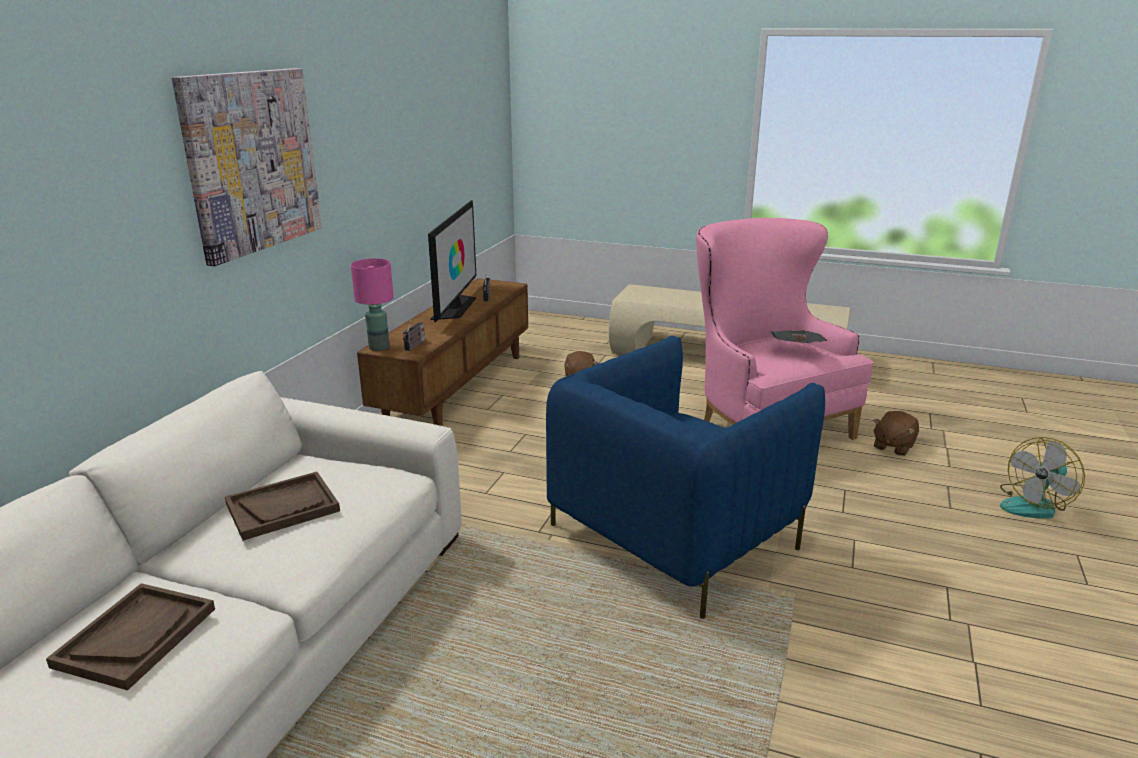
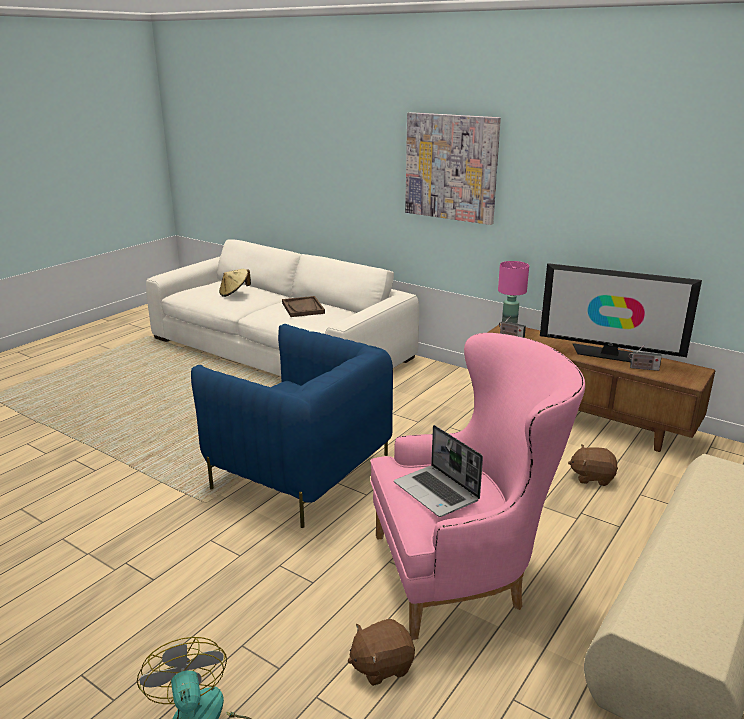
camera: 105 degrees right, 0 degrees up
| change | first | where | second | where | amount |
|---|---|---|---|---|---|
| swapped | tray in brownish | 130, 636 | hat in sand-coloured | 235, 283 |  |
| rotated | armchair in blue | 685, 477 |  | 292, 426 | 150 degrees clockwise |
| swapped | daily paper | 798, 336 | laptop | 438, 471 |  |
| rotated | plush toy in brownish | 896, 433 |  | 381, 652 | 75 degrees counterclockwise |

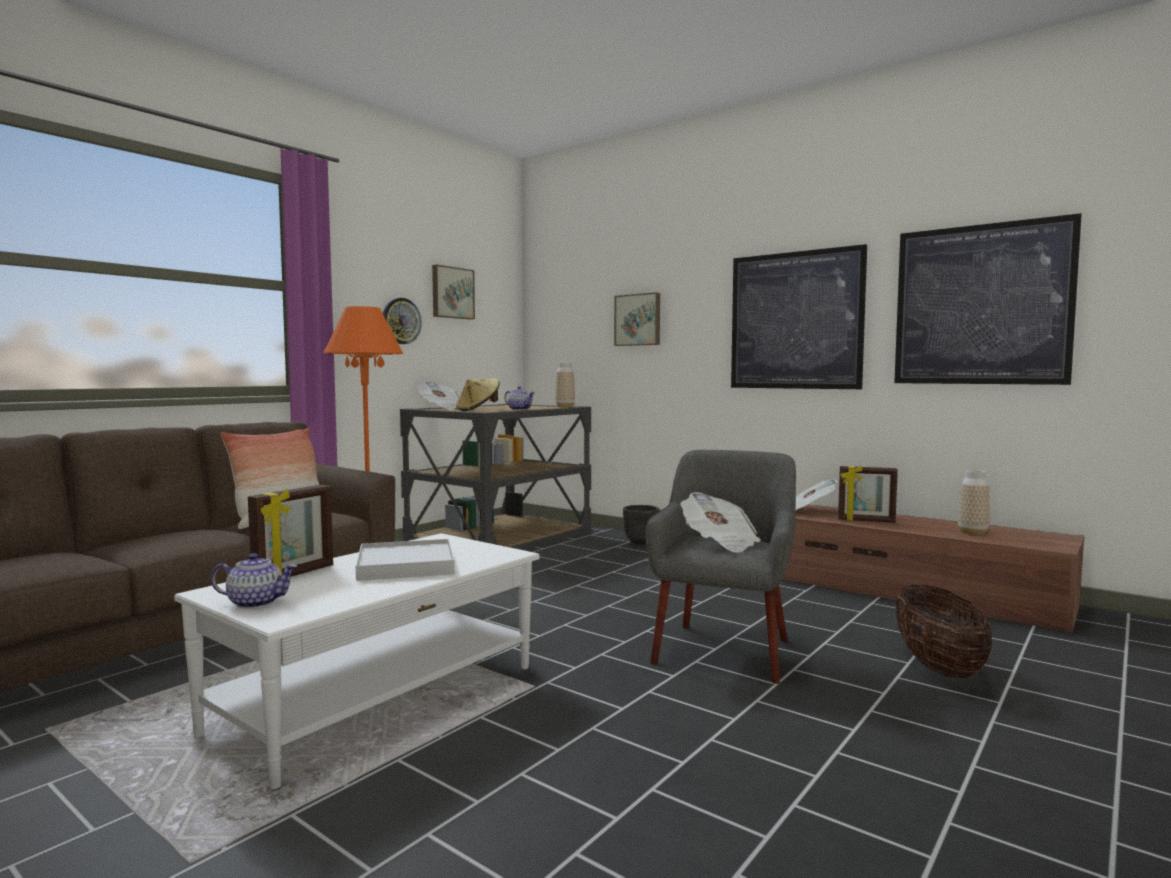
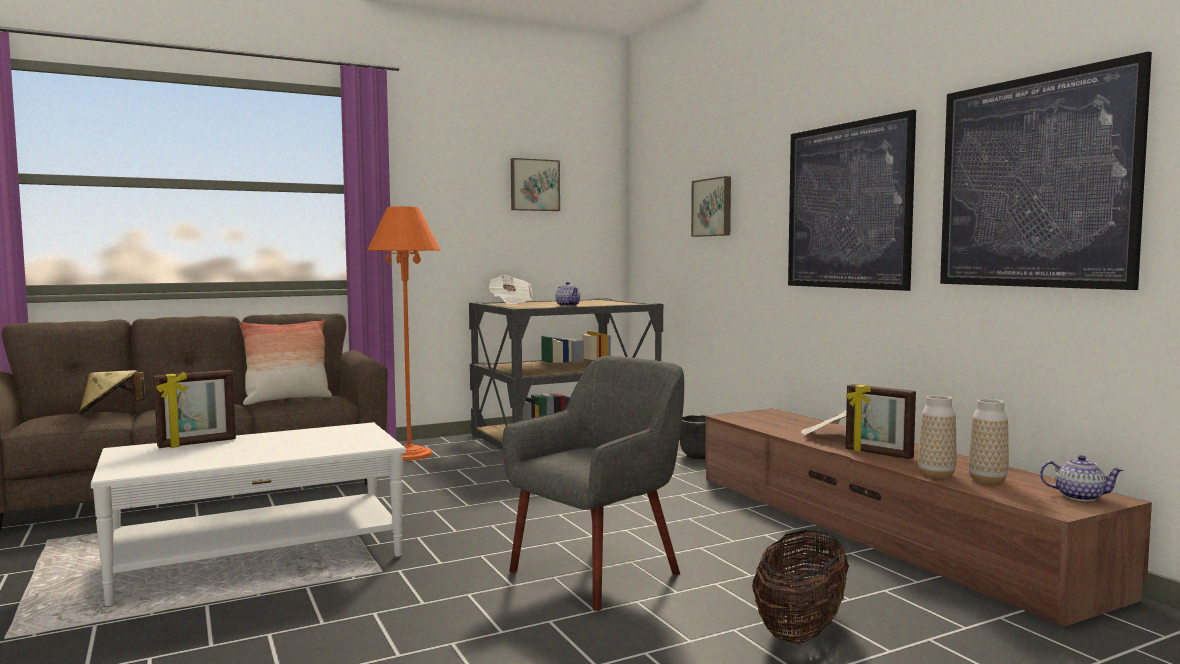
camera: 25 degrees right, 0 degrees up
| change | first | where | second | where | amount |
|---|---|---|---|---|---|
| shifted | teapot | 254, 581 |  | 1082, 478 |  |
| gone | tray in white | 405, 560 |  |  |  |
| gone | wall clock | 402, 321 |  |  |  |
| shifted | hat in sand-coloured | 478, 395 |  | 112, 392 |  |
| shifted | vase | 565, 385 |  | 937, 436 |  |
| gone | daily paper | 720, 522 |  |  |  |

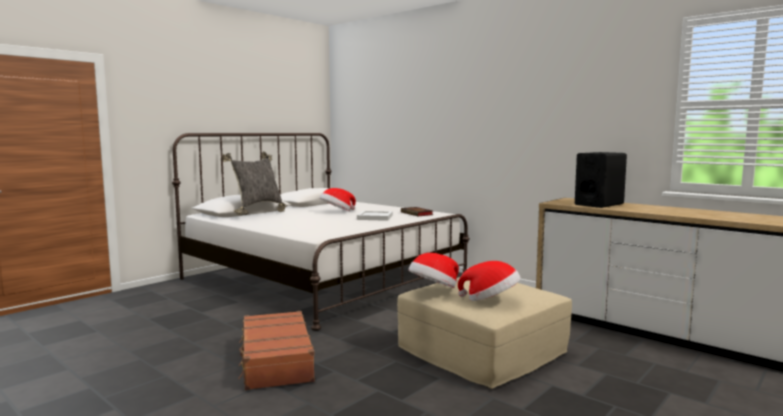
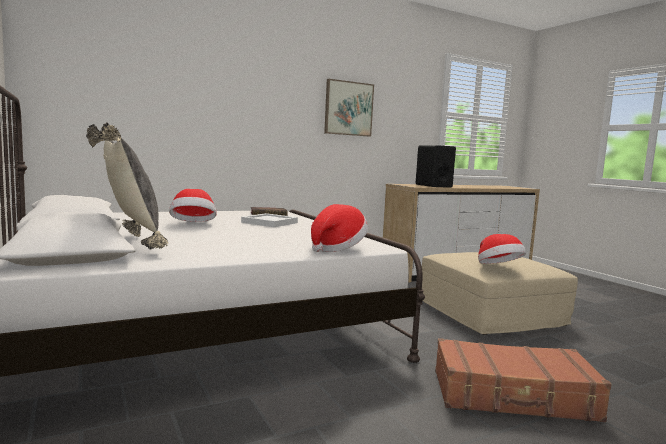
camera: 70 degrees left, 0 degrees up
| change | first | where | second | where | amount |
|---|---|---|---|---|---|
| shifted | hat | 489, 281 |  | 339, 228 |  |
| new |  |  | wall picture | 349, 108 |  |

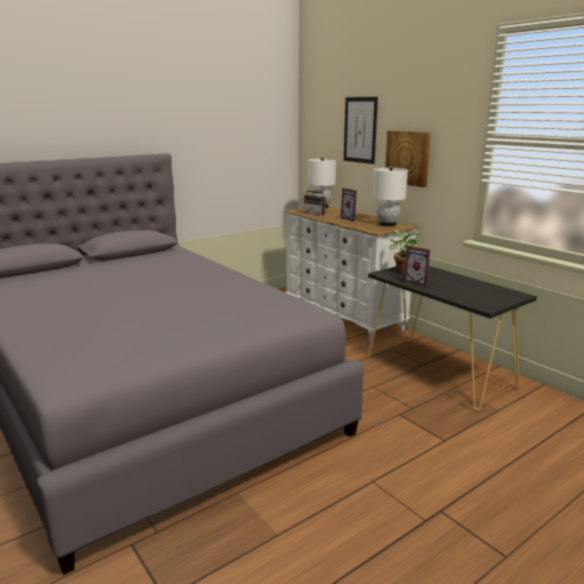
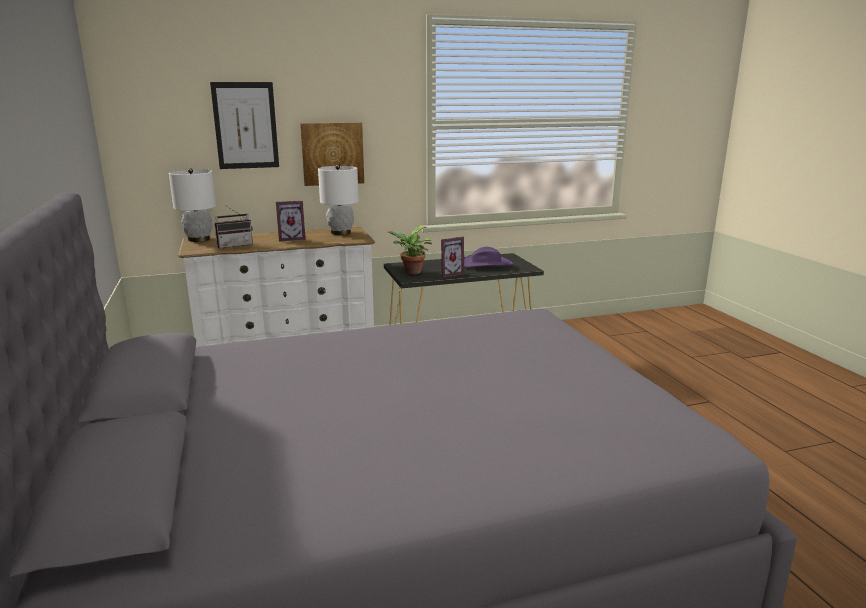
camera: 70 degrees left, 0 degrees up
| change | first | where | second | where | amount |
|---|---|---|---|---|---|
| new |  |  | hat in purple | 488, 257 |  |

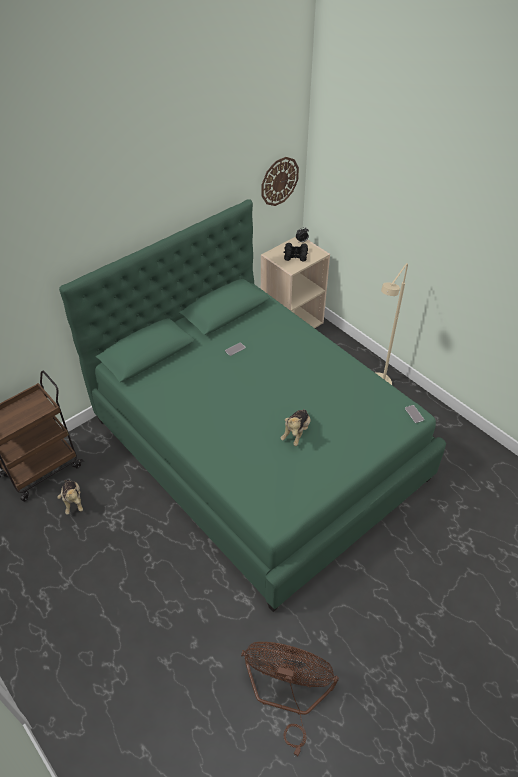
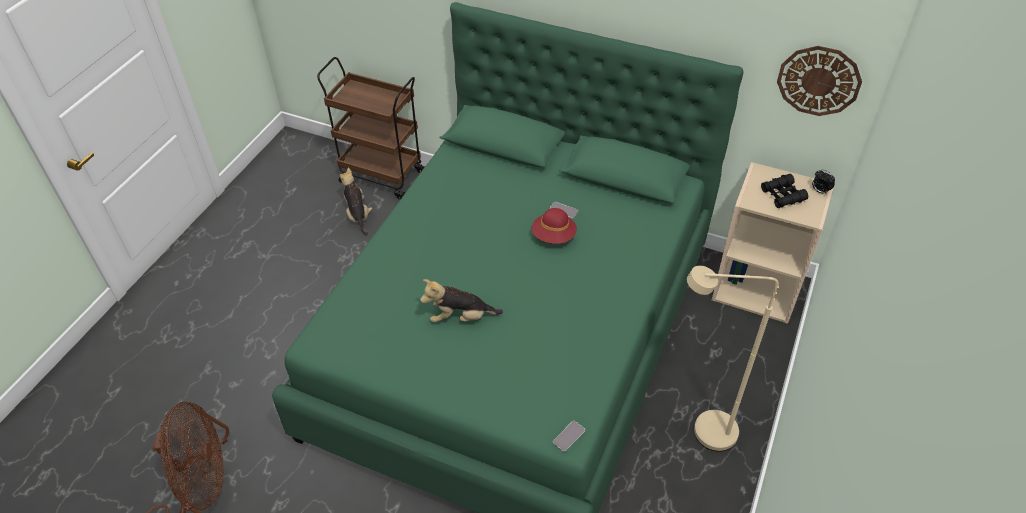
camera: 65 degrees right, 0 degrees up
| change | first | where | second | where | amount |
|---|---|---|---|---|---|
| rotated | plush toy | 70, 497 |  | 355, 202 | 120 degrees clockwise |
| new |  |  | hat in reddish | 554, 226 |  |

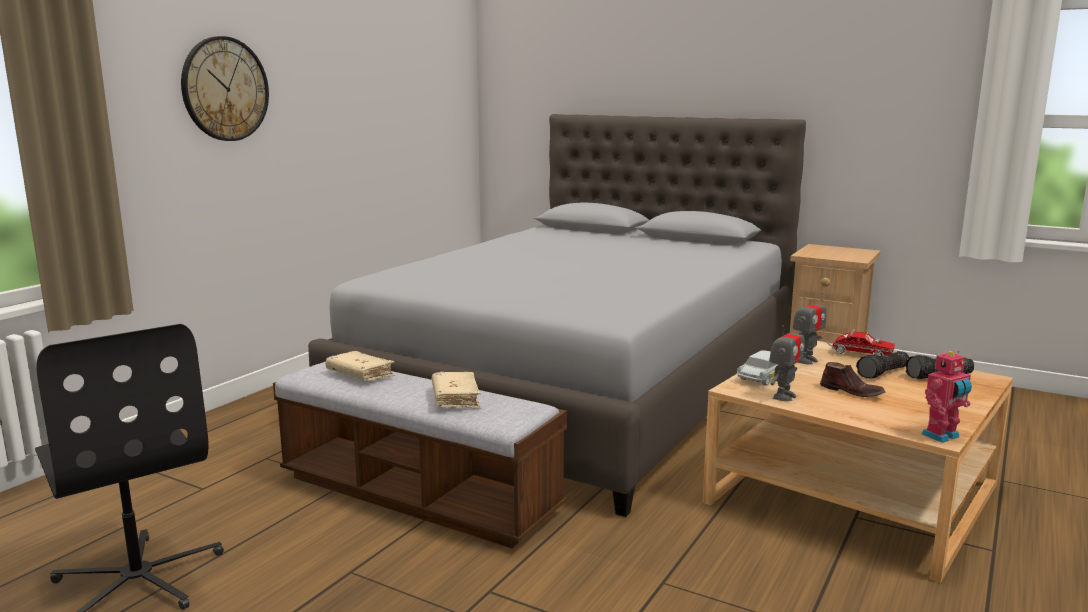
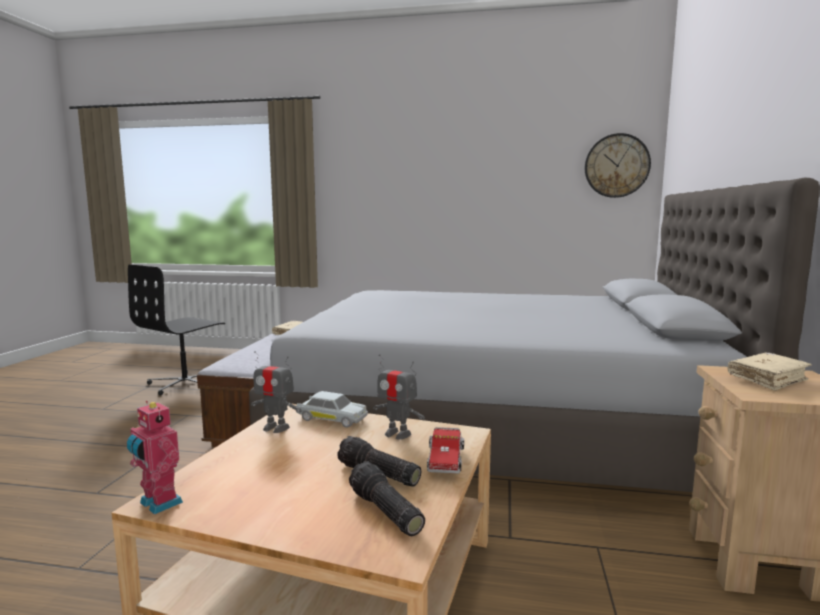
camera: 70 degrees right, 5 degrees down
| change | first | where | second | where | amount |
|---|---|---|---|---|---|
| shifted | wall clock | 225, 88 |  | 618, 165 |  |
| shifted | bound book in sand-coloured | 456, 390 |  | 770, 372 |  |
| gone | shoe in brownish | 852, 379 |  |  |  |

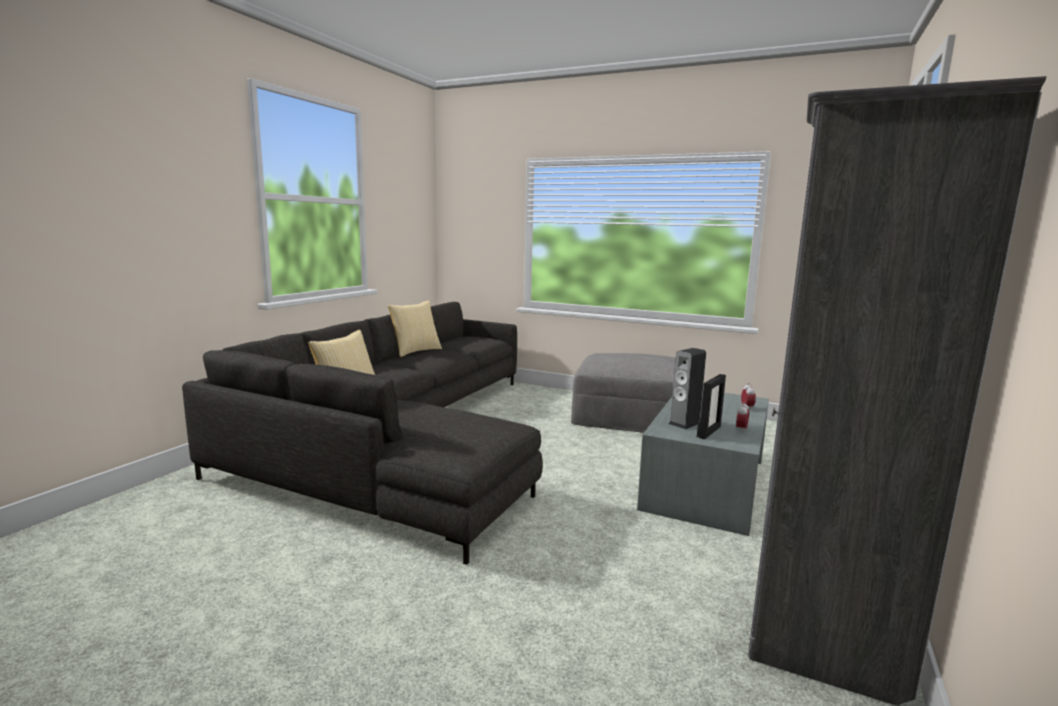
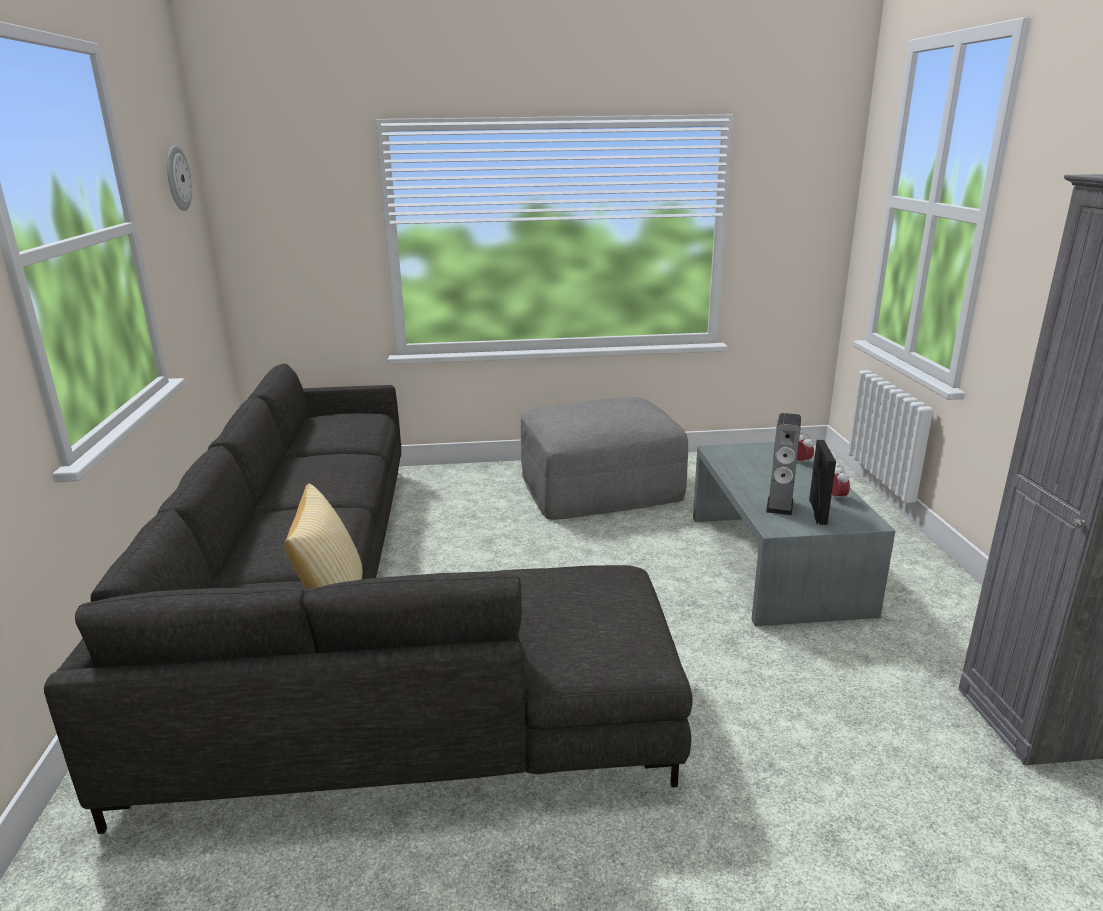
camera: 30 degrees left, 10 degrees up
| change | first | where | second | where | amount |
|---|---|---|---|---|---|
| gone | pillow | 415, 328 |  |  |  |
| new |  |  | wall clock | 179, 178 |  |

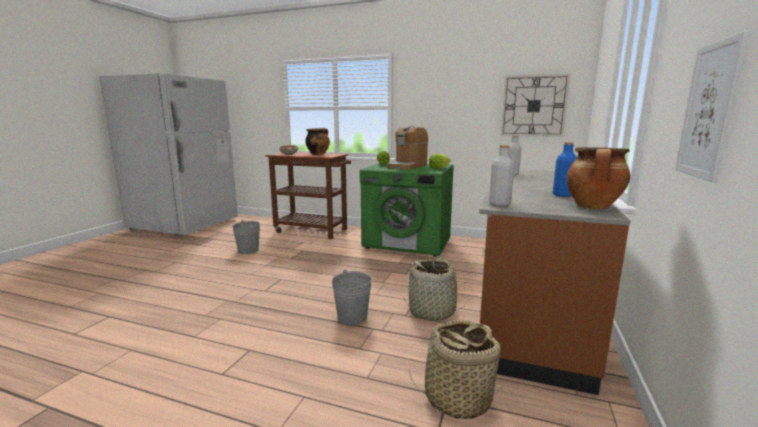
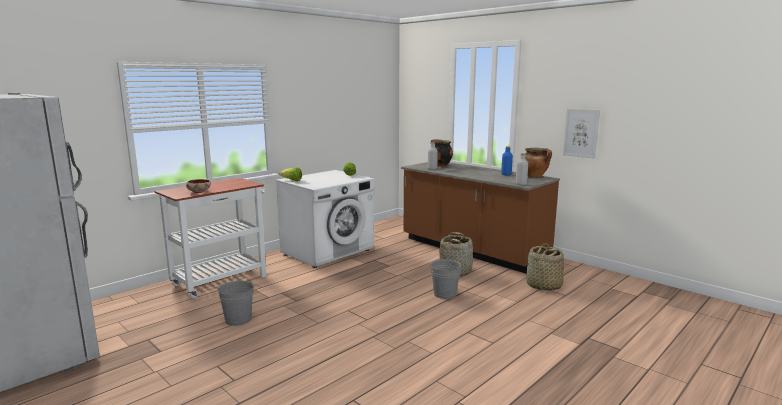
camera: 65 degrees left, 0 degrees up
| change | first | where | second | where | amount |
|---|---|---|---|---|---|
| repainted | trolley in brownish | 308, 195 | trolley in white | 210, 238 |  |
| shifted | saucepot | 317, 141 |  | 442, 153 |  |
| repainted | washing machine in green-coloured | 407, 209 | washing machine in white | 325, 219 |  |
| gone | coffee maker | 408, 148 |  |  |  |
| gone | wall clock | 535, 105 |  |  |  |

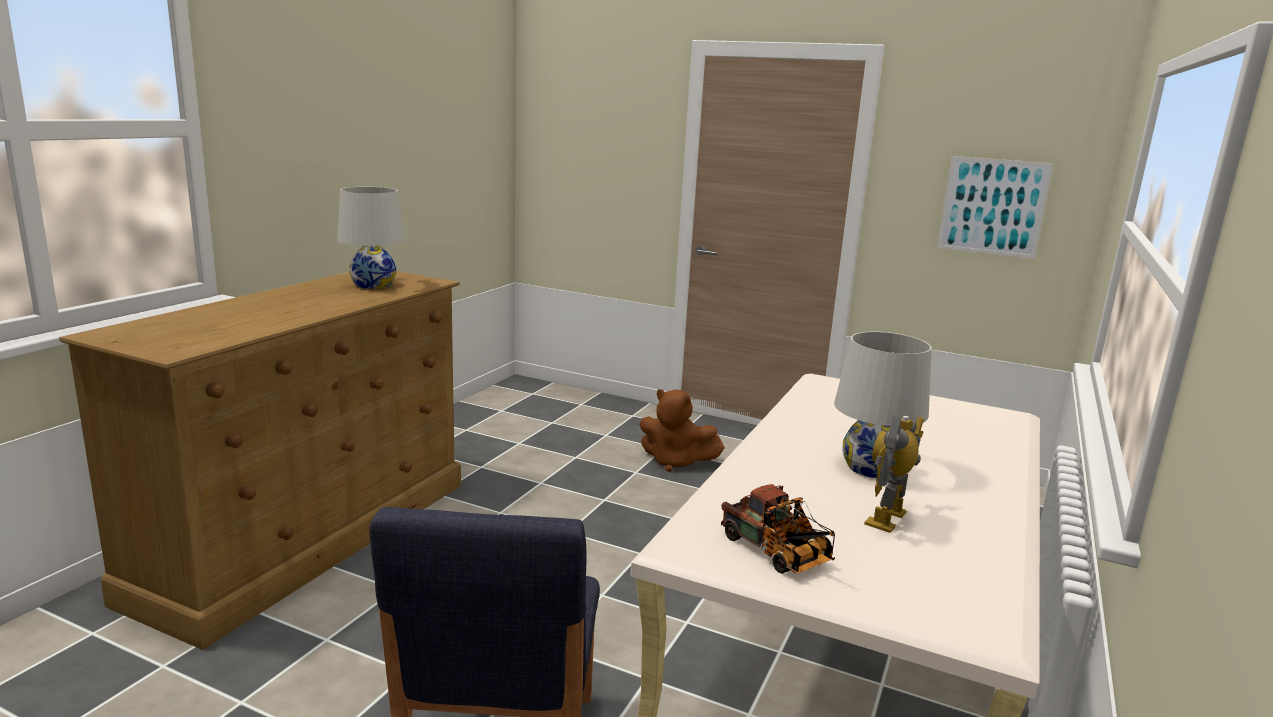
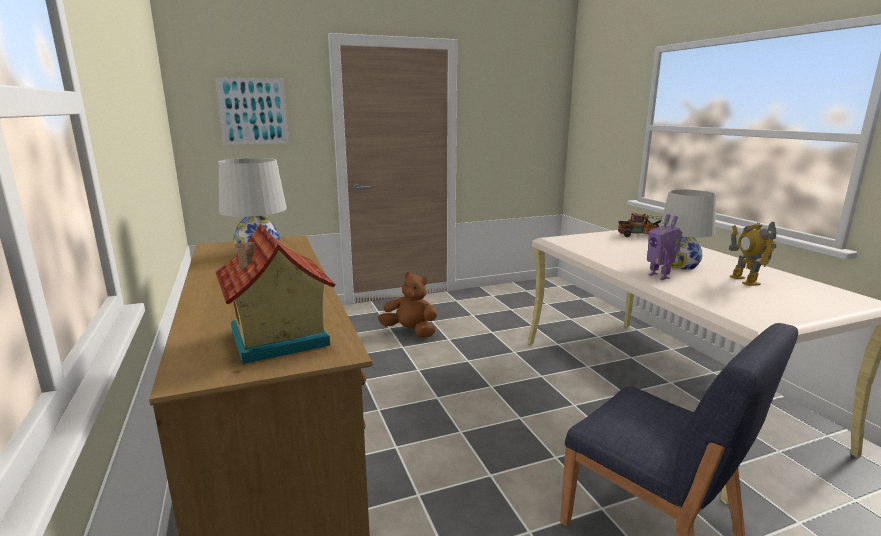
camera: 45 degrees left, 0 degrees up
| change | first | where | second | where | amount |
|---|---|---|---|---|---|
| rotated | plush toy in brownish | 682, 430 |  | 408, 305 | 135 degrees counterclockwise |
| shifted | toy lorry | 778, 529 |  | 639, 225 |  |
| shifted | wall picture | 995, 207 |  | 252, 111 |  |
| new |  |  | model house | 275, 294 |  |
| new |  |  | model robot | 664, 247 |  |

